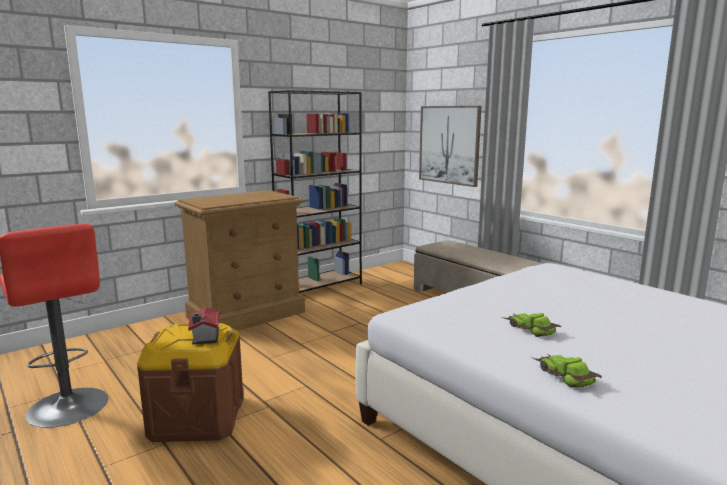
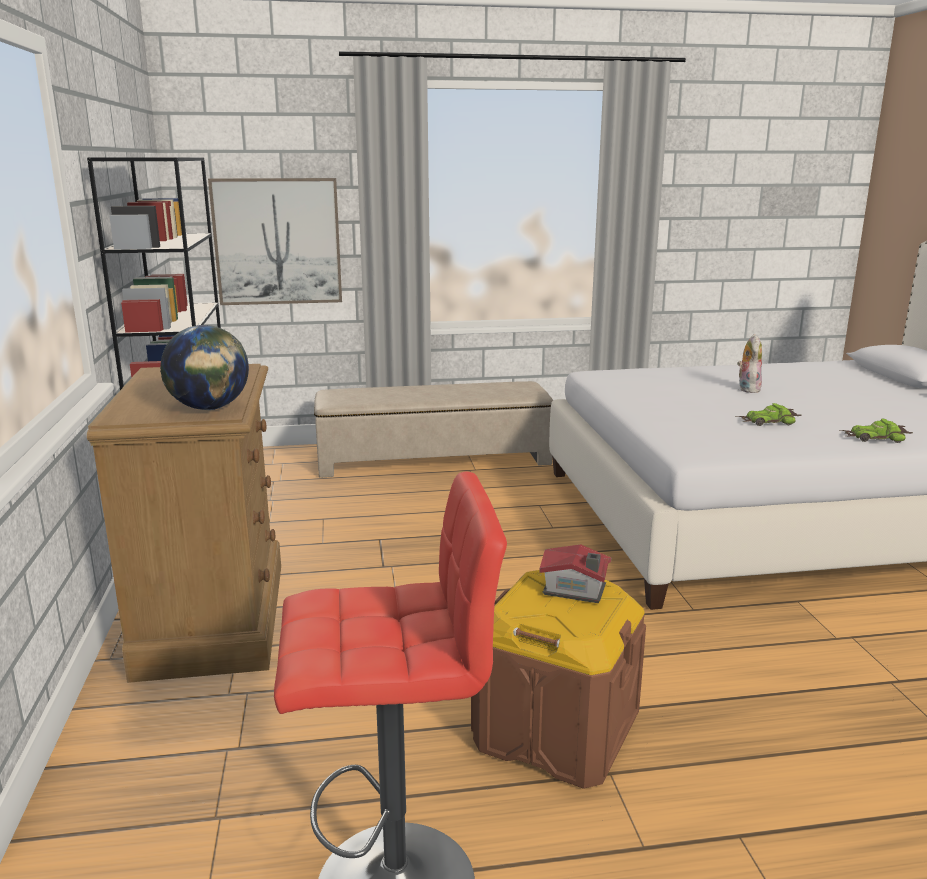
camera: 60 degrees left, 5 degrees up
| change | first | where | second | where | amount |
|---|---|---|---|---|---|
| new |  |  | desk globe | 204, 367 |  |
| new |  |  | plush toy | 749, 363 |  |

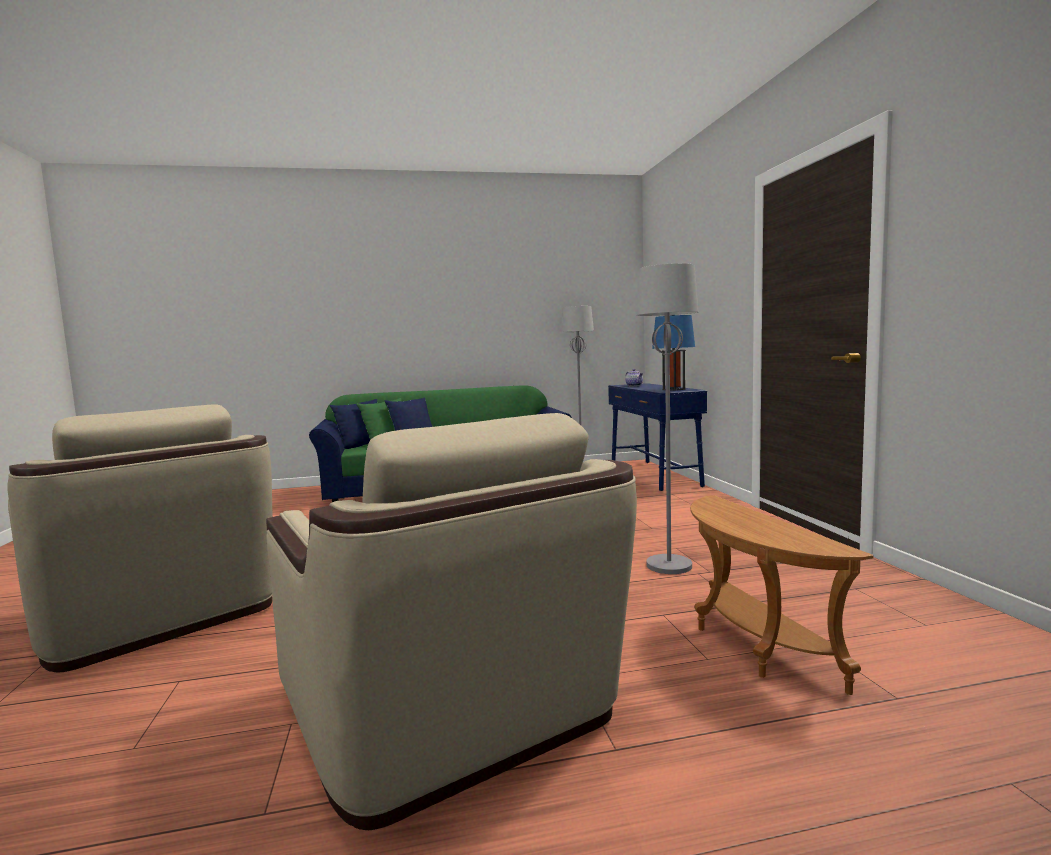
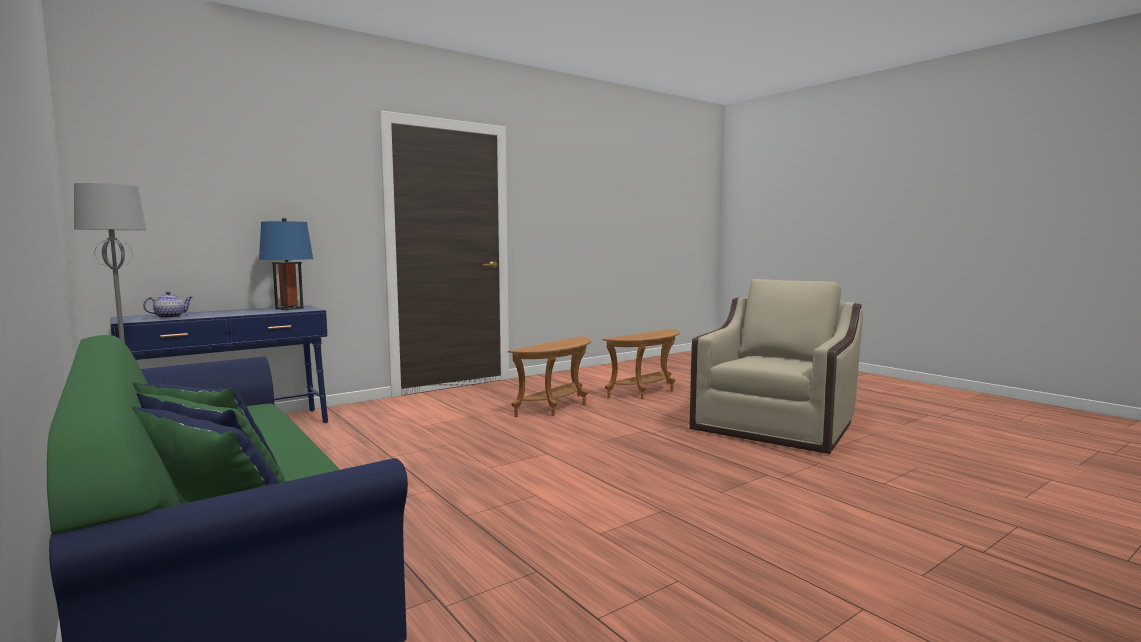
camera: 115 degrees left, 0 degrees up
| change | first | where | second | where | amount |
|---|---|---|---|---|---|
| gone | armchair in sand-coloured | 140, 538 |  |  |  |
| swapped | floor lamp in gray | 668, 418 | accent table in brownish | 549, 376 |  |

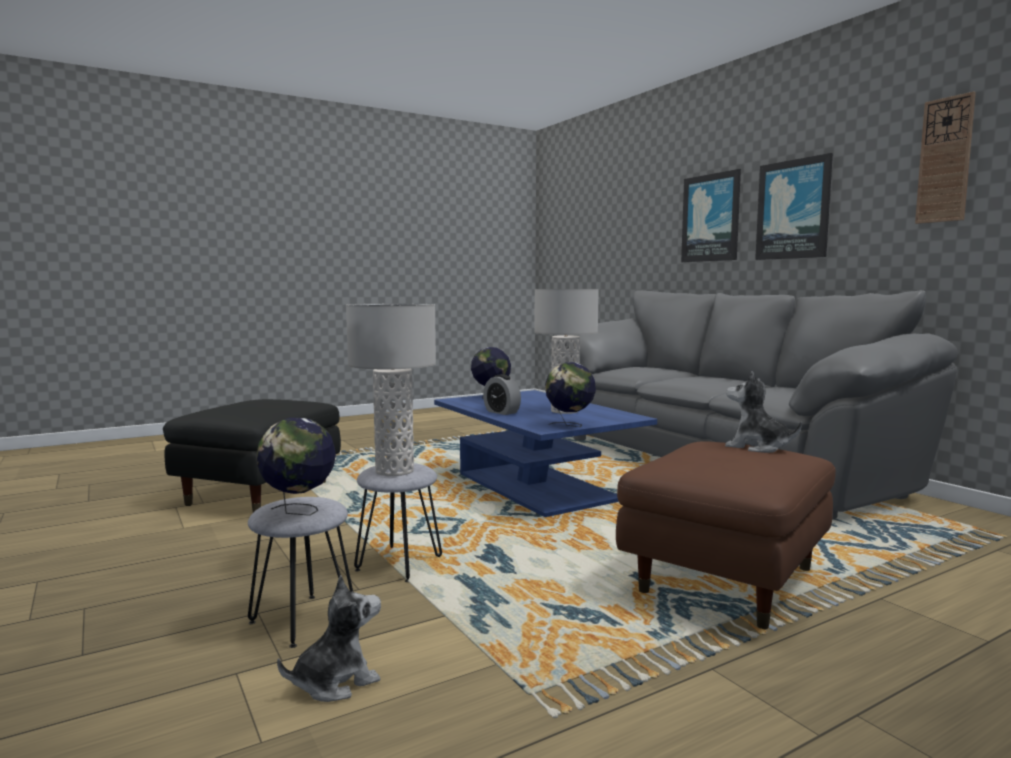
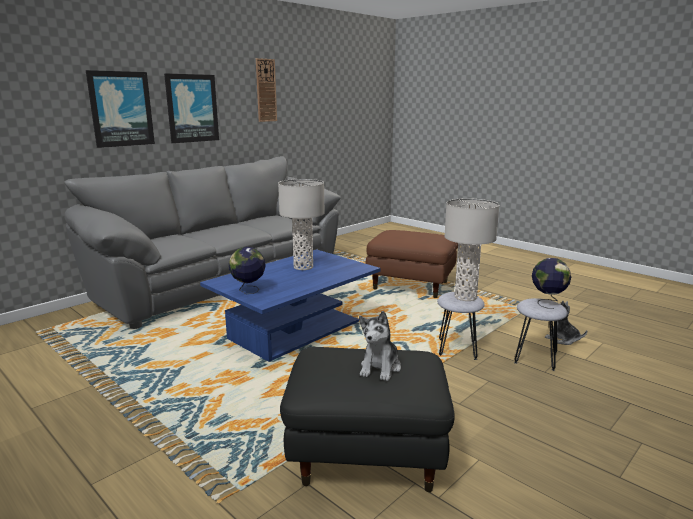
camera: 105 degrees left, 10 degrees up
| change | first | where | second | where | amount |
|---|---|---|---|---|---|
| gone | table clock | 502, 394 |  |  |  |
| gone | desk globe | 570, 394 |  |  |  |
| shifted | plush toy | 763, 412 |  | 380, 346 |  |

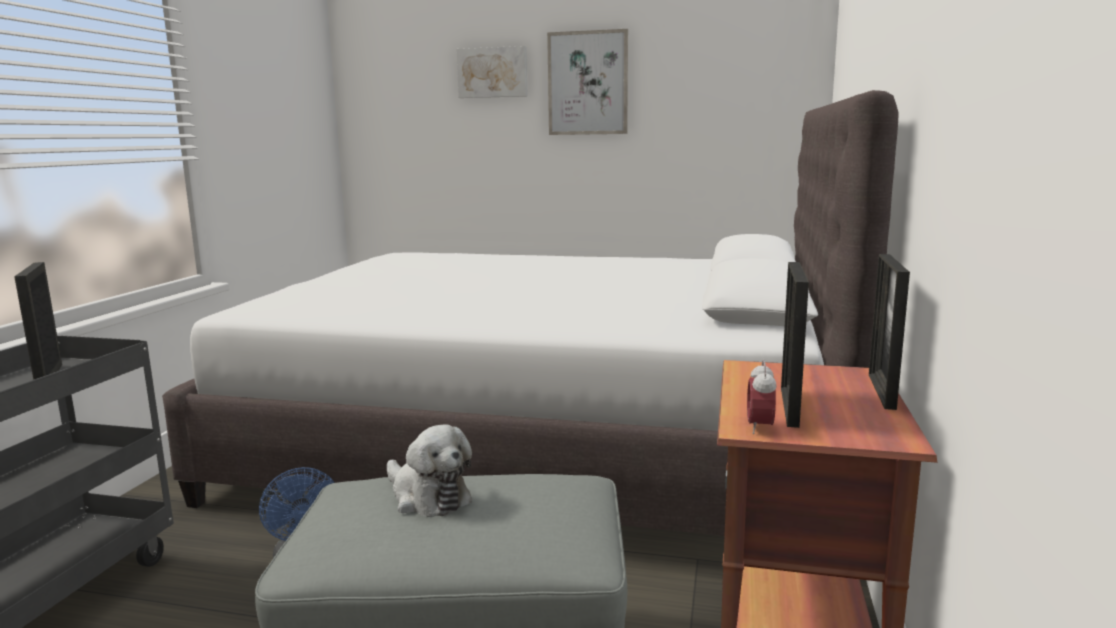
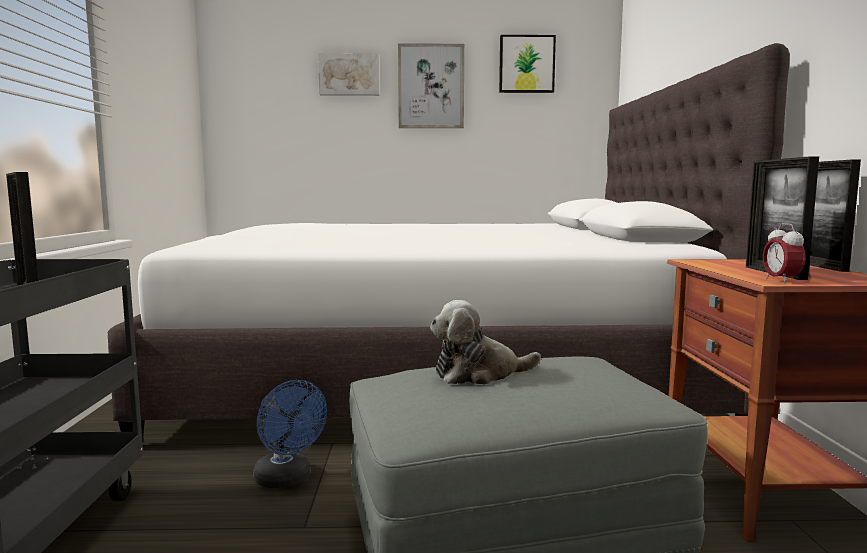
camera: 15 degrees left, 5 degrees down
| change | first | where | second | where | amount |
|---|---|---|---|---|---|
| rotated | plush toy | 429, 470 |  | 485, 342 | 135 degrees clockwise |
| new |  |  | wall picture | 527, 64 |  |

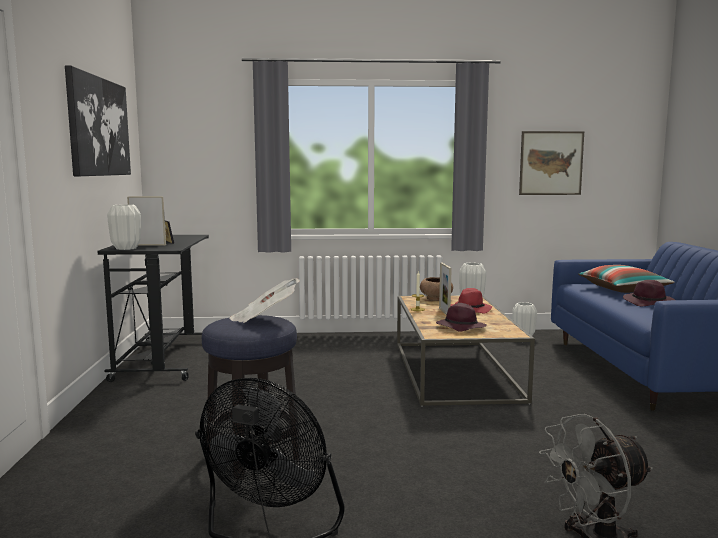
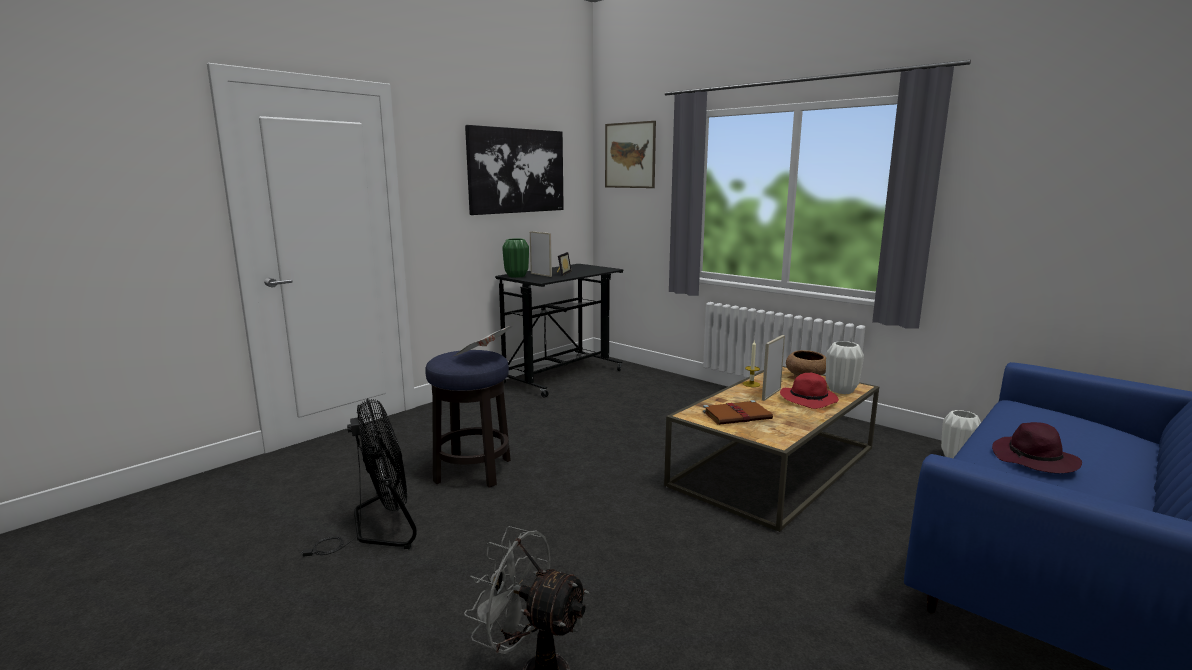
camera: 45 degrees right, 5 degrees up
| change | first | where | second | where | amount |
|---|---|---|---|---|---|
| repainted | vase in white | 124, 227 | vase in green-coloured | 515, 258 |  |
| swapped | hat in purple | 461, 317 | bound book in brownish | 738, 412 |  |
| shifted | wall picture | 551, 163 |  | 630, 154 |  |
| gone | pillow | 626, 279 |  |  |  |

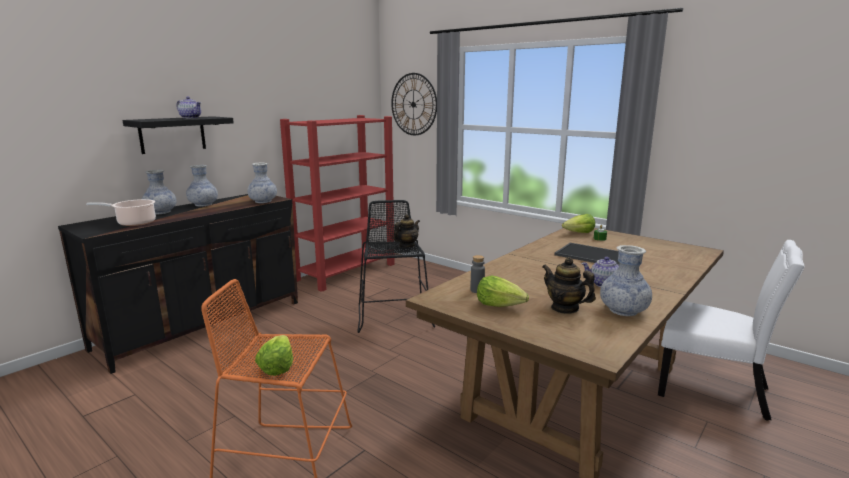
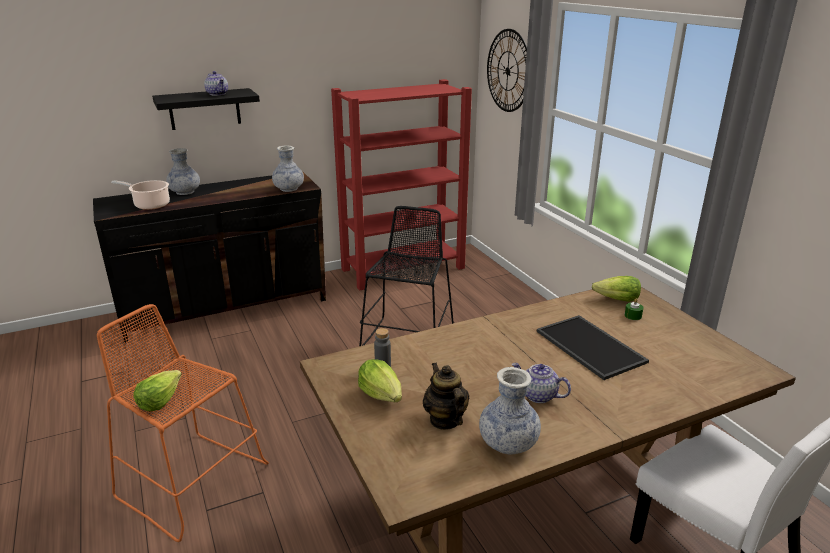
camera: 25 degrees right, 10 degrees up
| change | first | where | second | where | amount |
|---|---|---|---|---|---|
| gone | vase | 202, 186 |  |  |  |
| gone | teapot | 406, 231 |  |  |  |

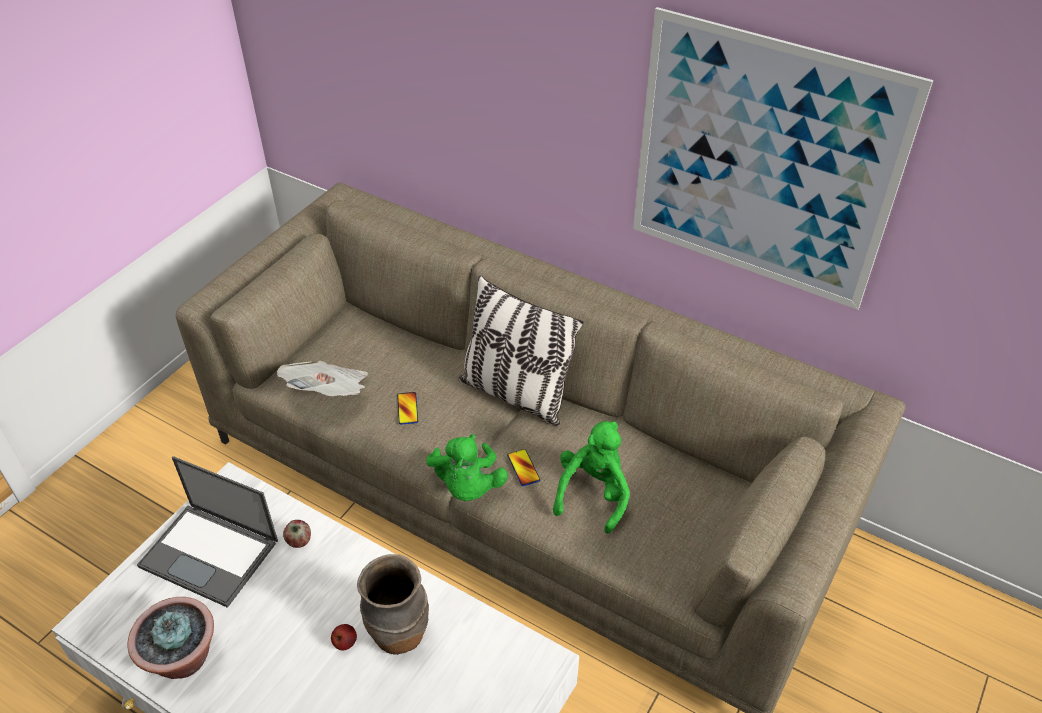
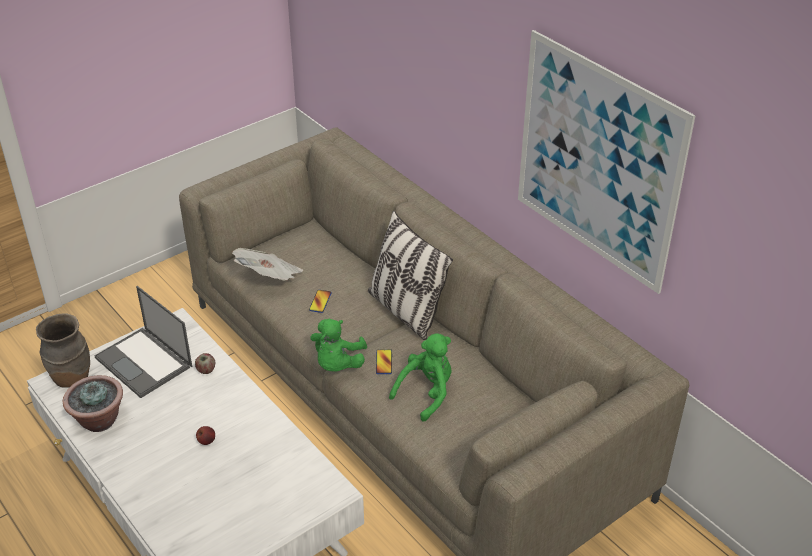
camera: 20 degrees right, 5 degrees down
| change | first | where | second | where | amount |
|---|---|---|---|---|---|
| shifted | vase in brownish | 393, 604 |  | 63, 350 |  |

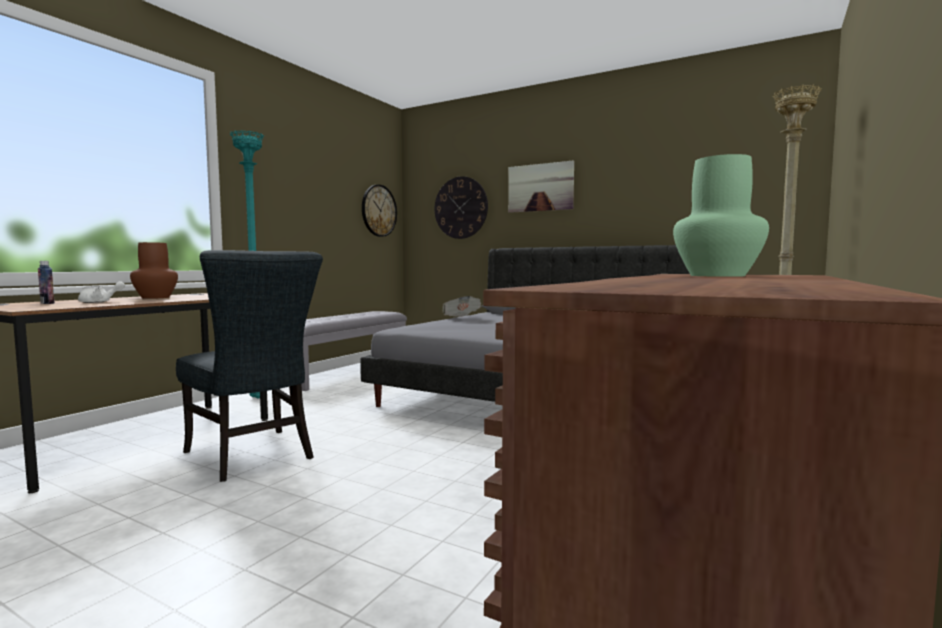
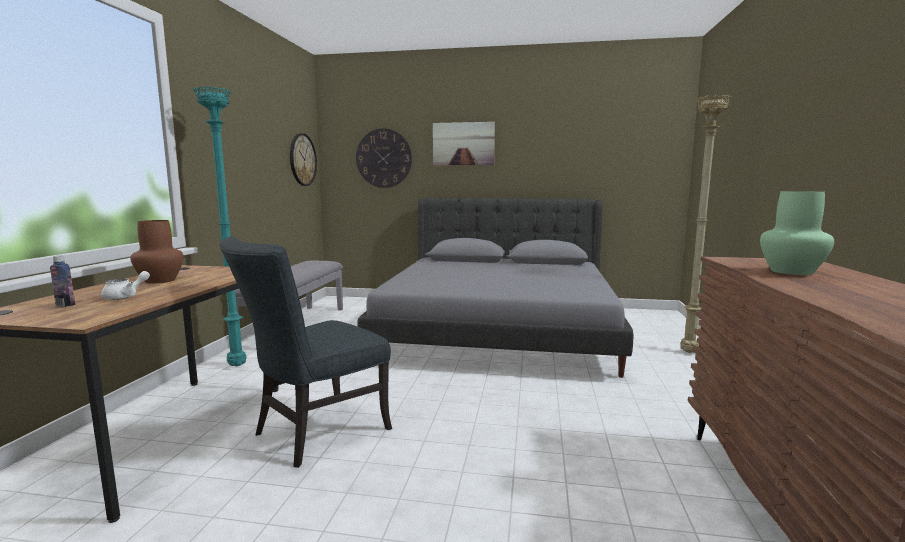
camera: 20 degrees left, 5 degrees up
| change | first | where | second | where | amount |
|---|---|---|---|---|---|
| rotated | chair in gray | 249, 366 |  | 305, 352 | 105 degrees clockwise |
| gone | daily paper | 462, 306 |  |  |  |

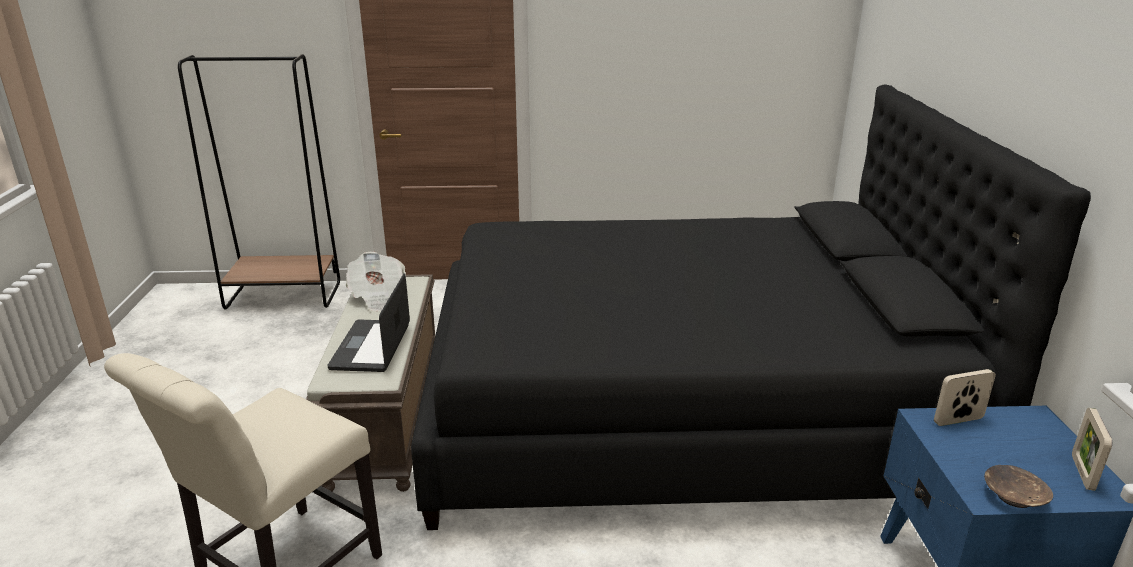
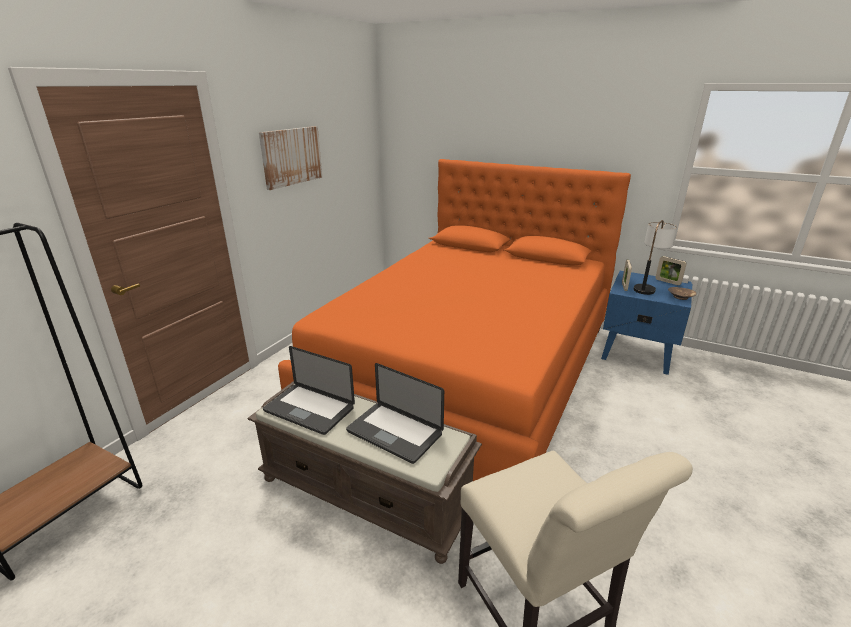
camera: 60 degrees left, 0 degrees up
| change | first | where | second | where | amount |
|---|---|---|---|---|---|
| swapped | daily paper | 376, 281 | laptop | 309, 390 |  |
| repainted | sleeping bed in black | 751, 307 | sleeping bed in orange | 454, 320 |  |
| new |  |  | wall picture | 290, 158 |  |
| new |  |  | tabletop lamp | 655, 257 |  |

